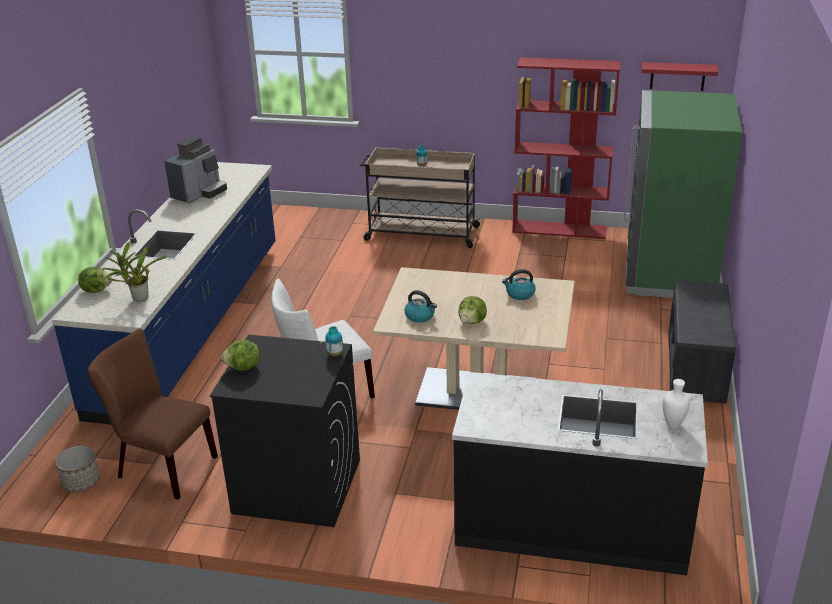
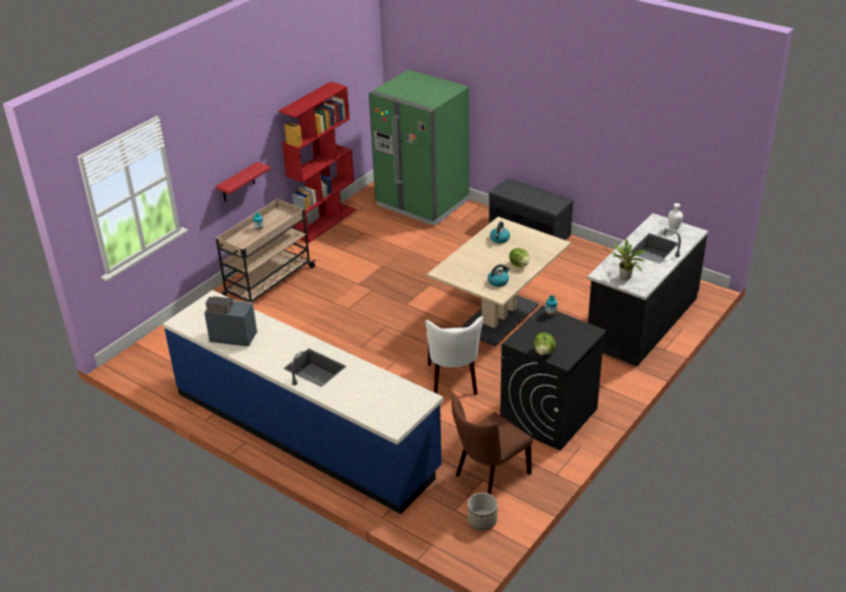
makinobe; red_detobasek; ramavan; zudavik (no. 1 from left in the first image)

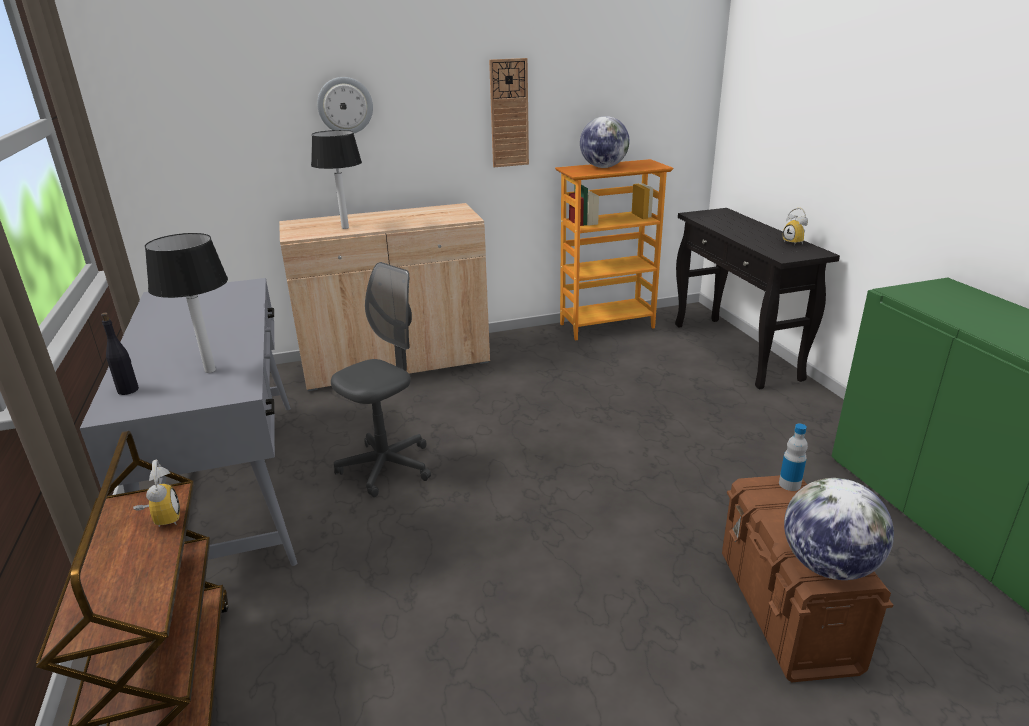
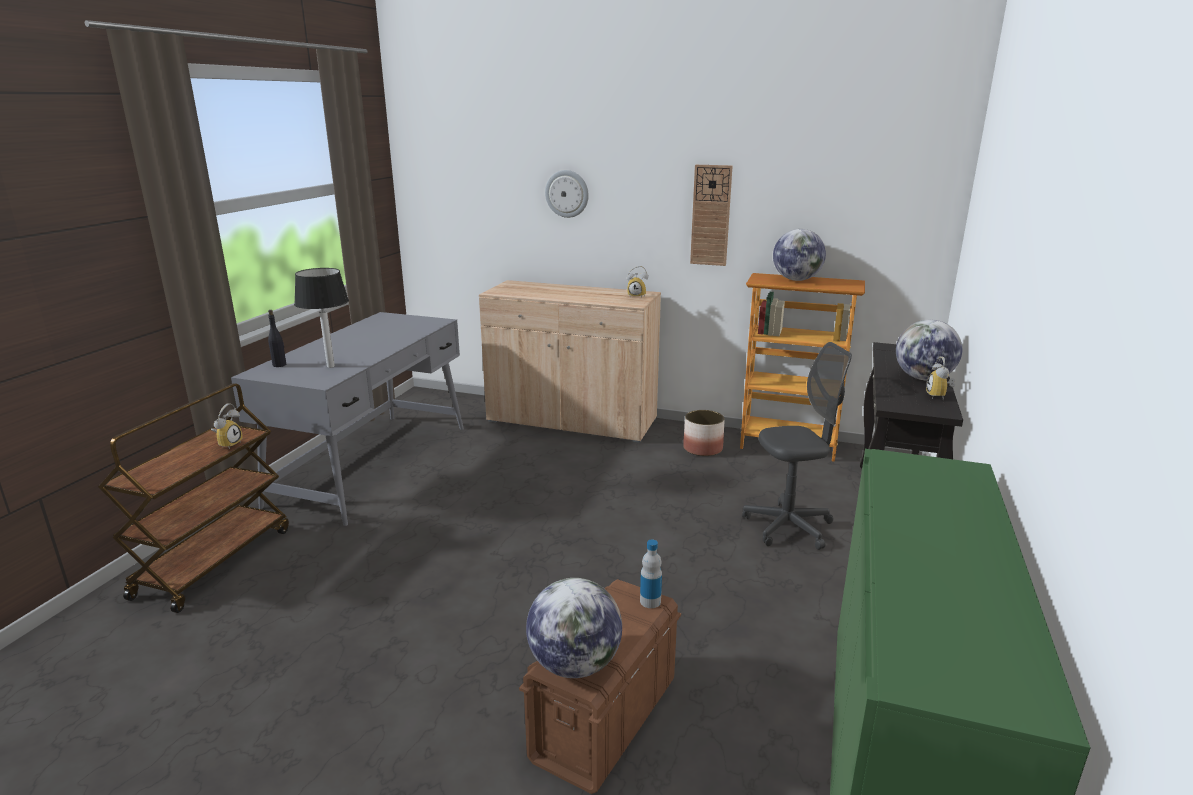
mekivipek (no. 2 from left); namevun; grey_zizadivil; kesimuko (no. 3 from left); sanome (no. 2 from left in the first image)

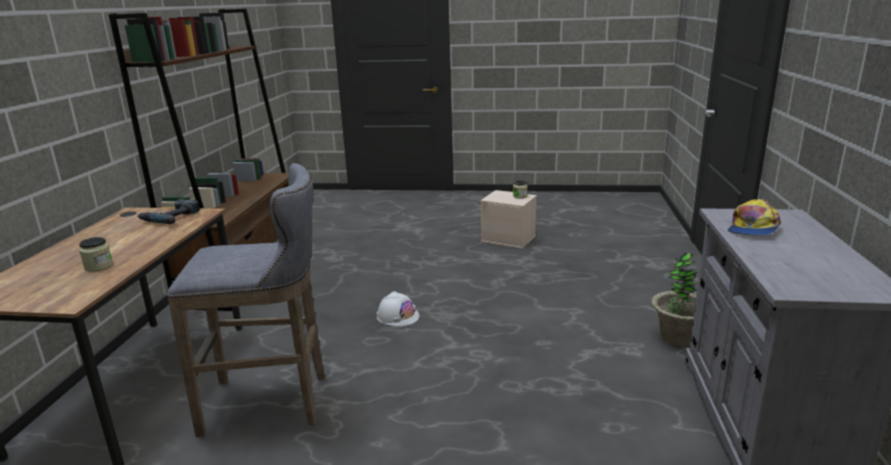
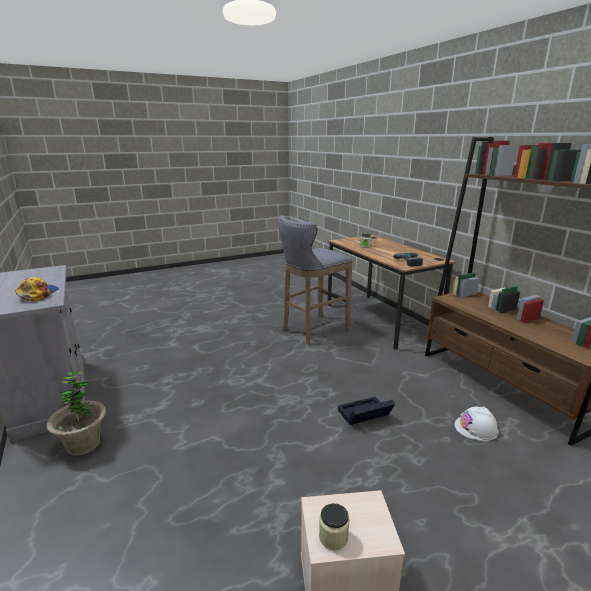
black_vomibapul; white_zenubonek

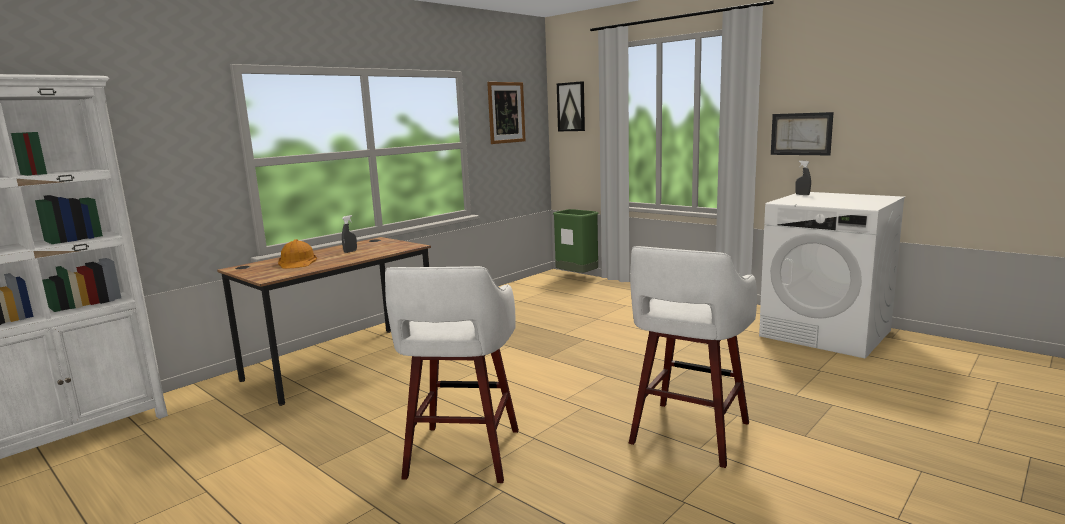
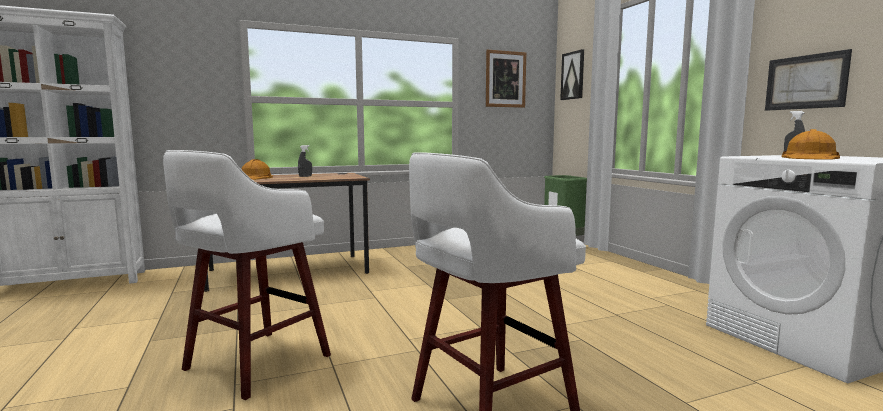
orange_zenubonek (no. 2 from left)

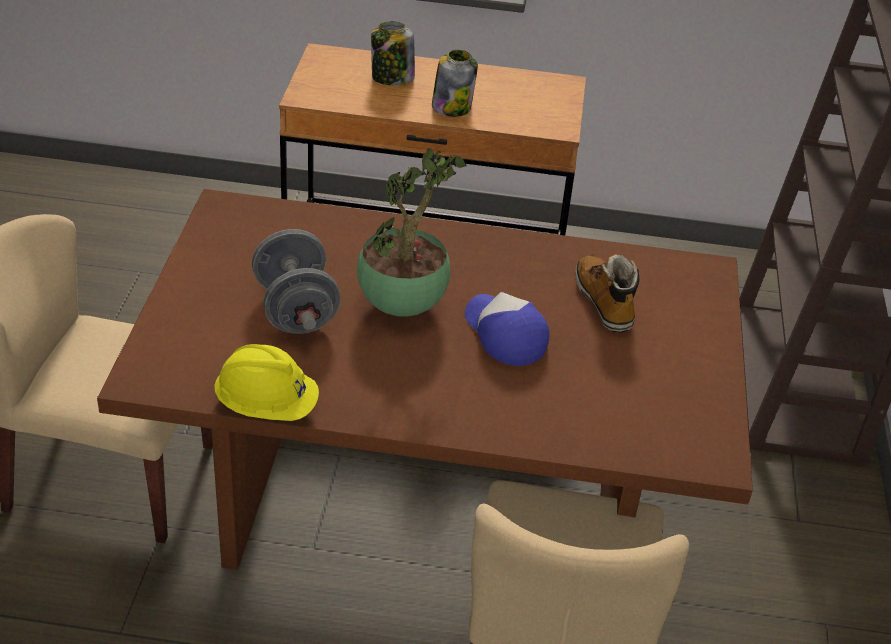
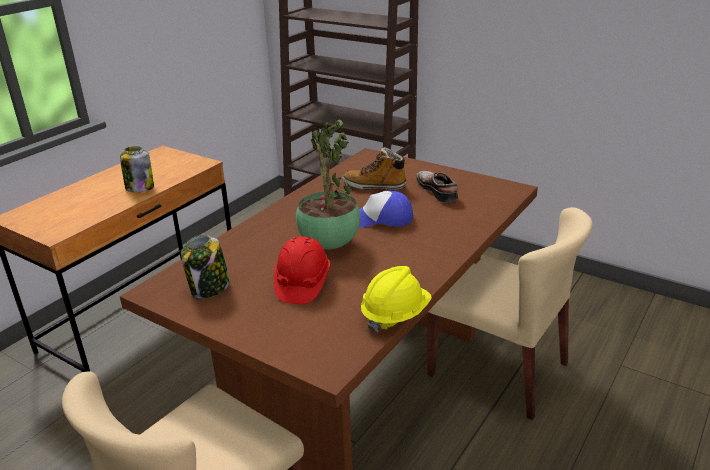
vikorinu (no. 2 from left); red_zenubonek; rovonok

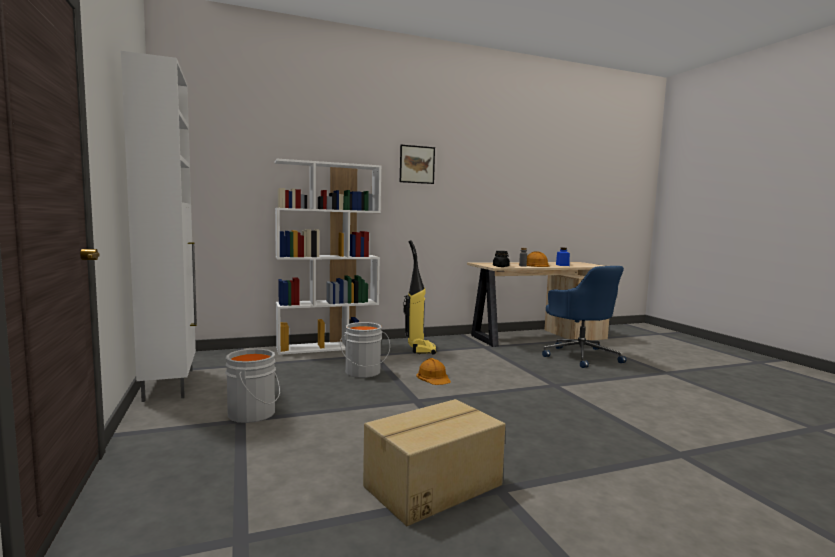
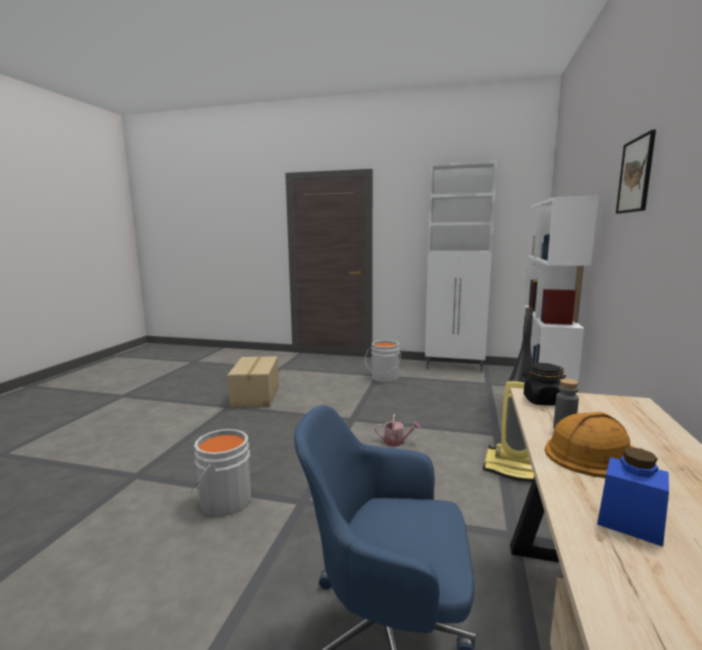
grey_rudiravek (no. 1 from left); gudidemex

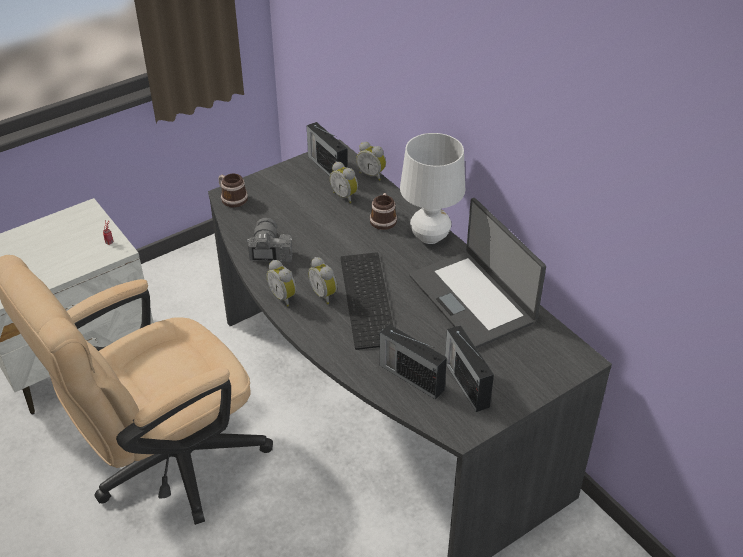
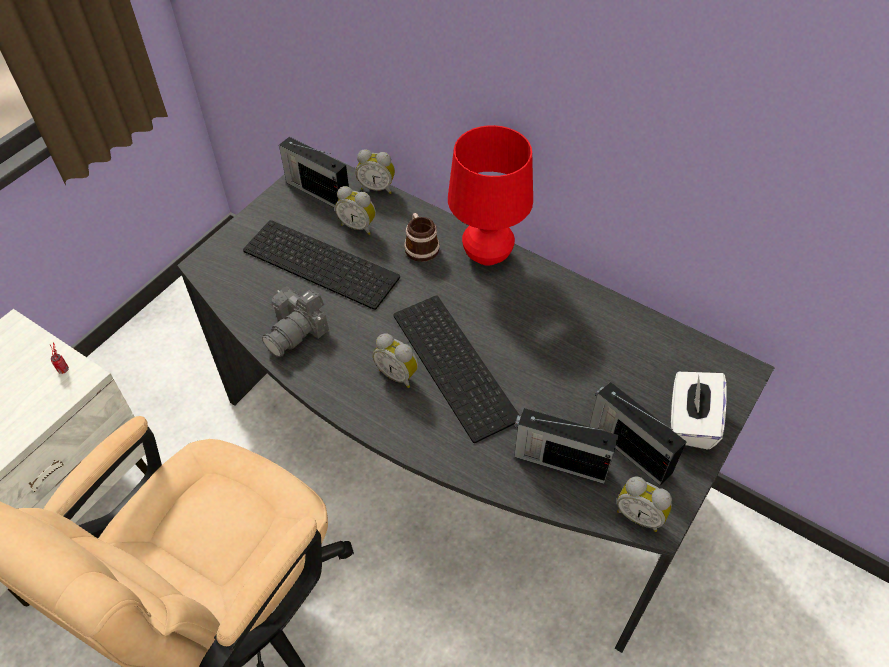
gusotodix (no. 1 from left); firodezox; red_sanome; mekivipek (no. 4 from left); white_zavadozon; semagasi (no. 1 from left in the first image); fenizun

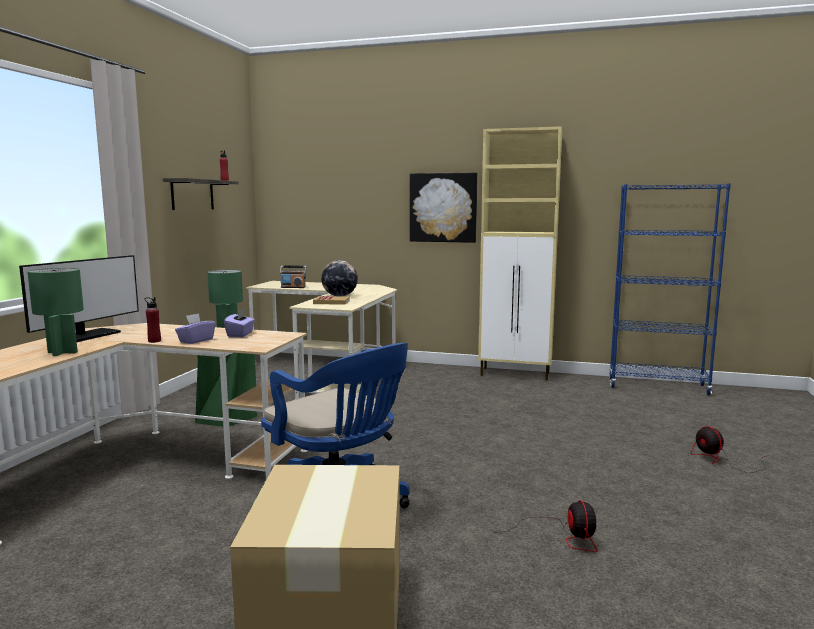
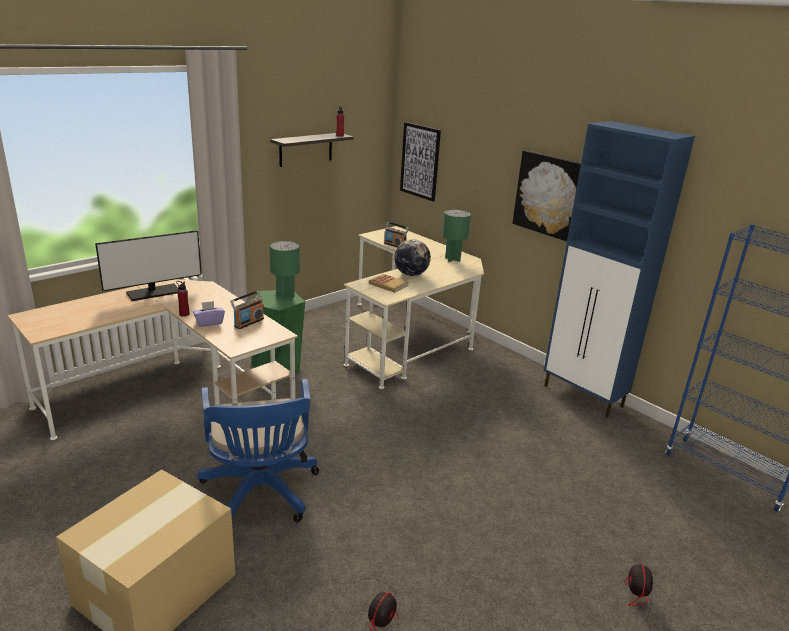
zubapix (no. 1 from left); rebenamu (no. 1 from left); green_sanome (no. 2 from left); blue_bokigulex

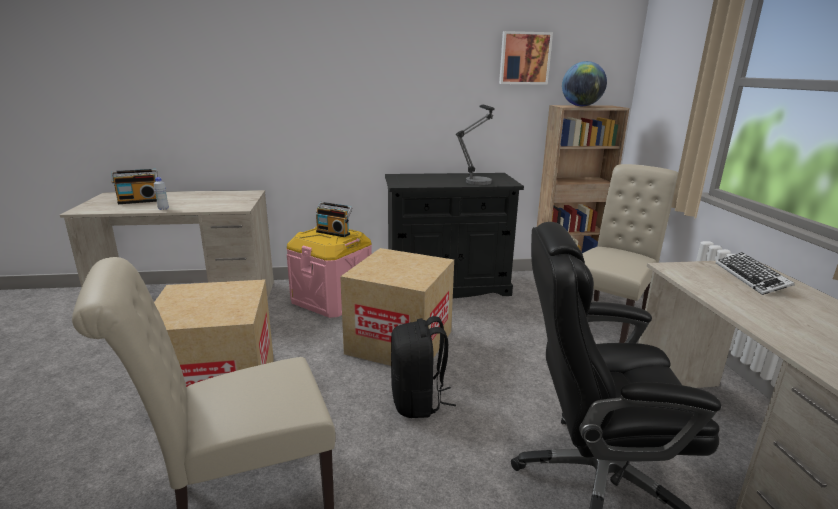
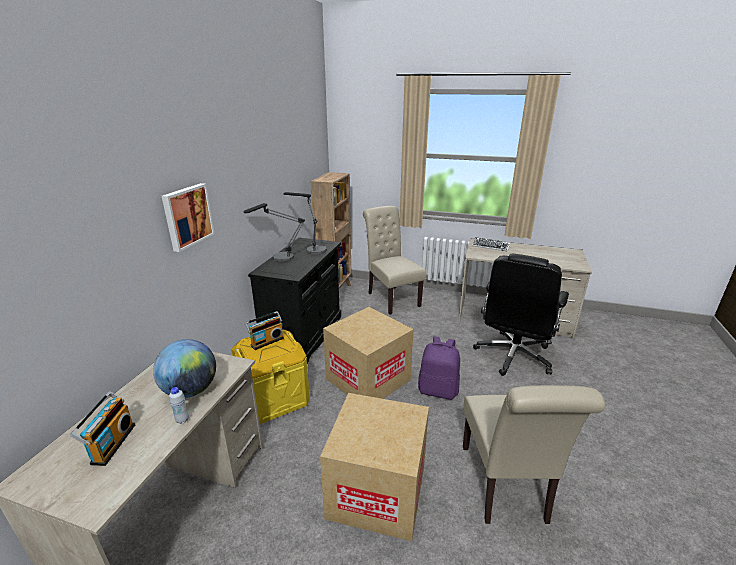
kesimuko; rebenamu; yellow_vomibapul; sanome (no. 1 from left); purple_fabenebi

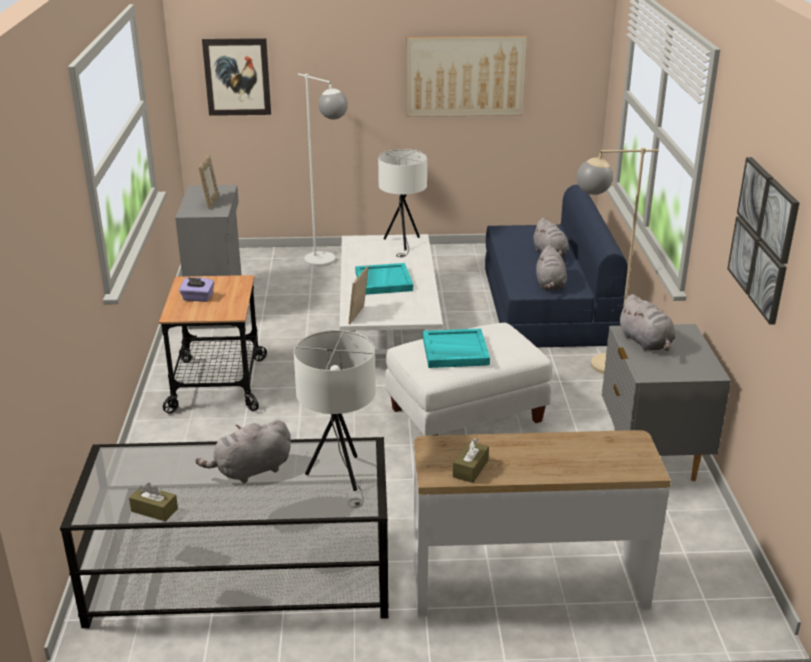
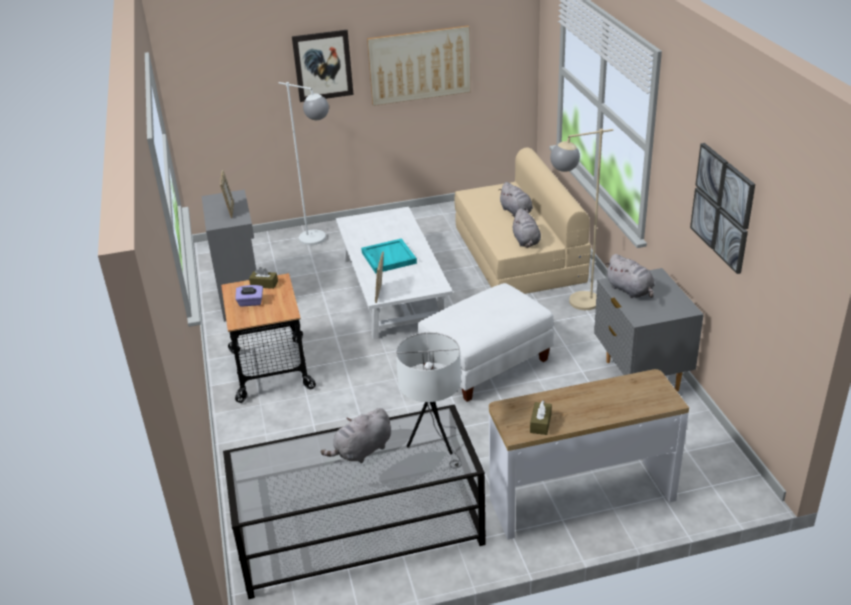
brown_zavadozon (no. 1 from left); rebenamu (no. 1 from left); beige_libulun; white_sanome (no. 2 from left in the first image); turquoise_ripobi (no. 2 from left in the first image)

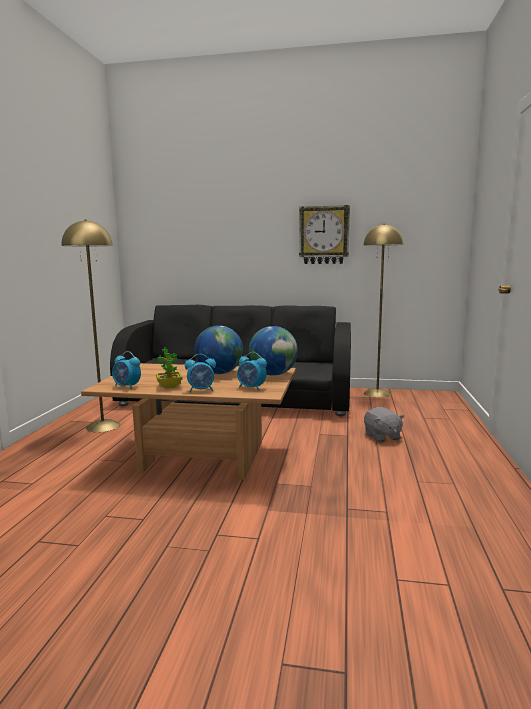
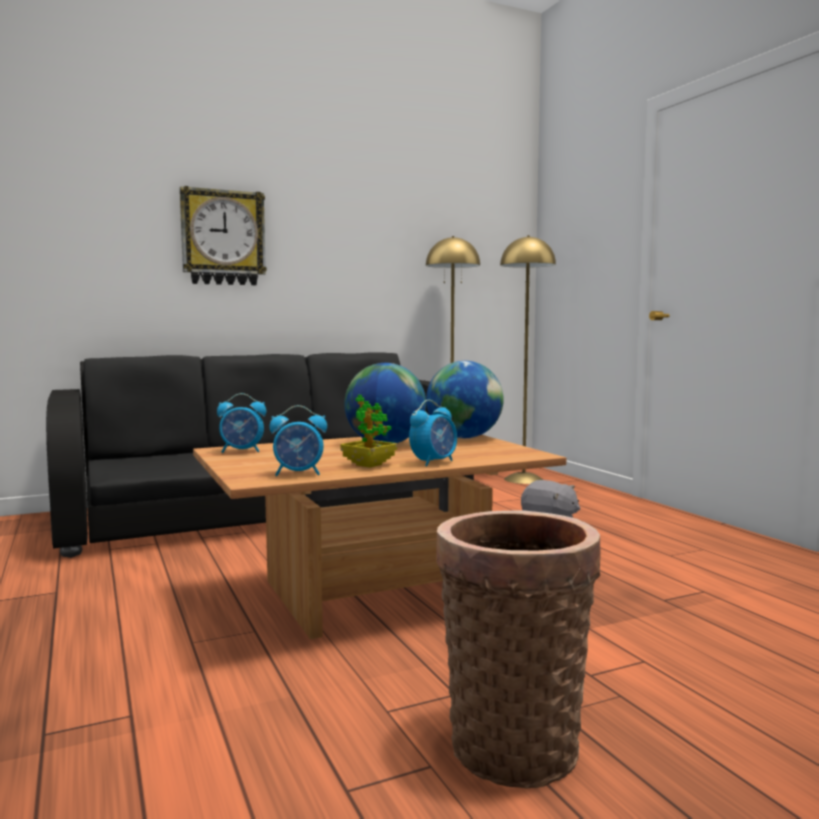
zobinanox; mekivipek (no. 1 from left); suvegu; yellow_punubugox (no. 2 from left)

